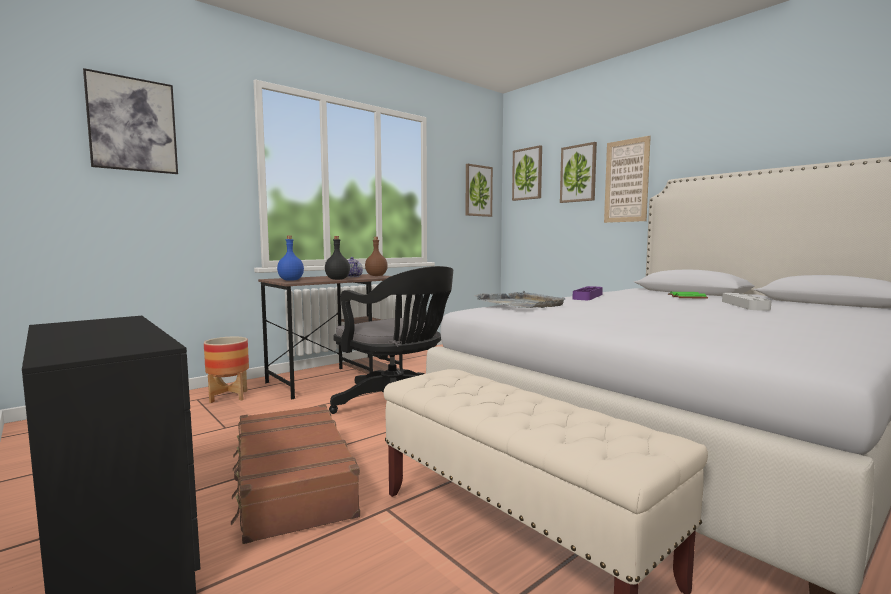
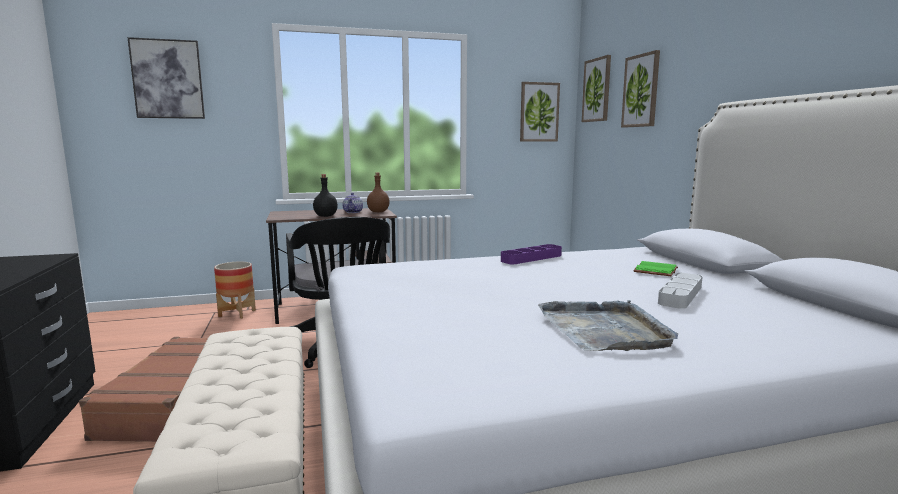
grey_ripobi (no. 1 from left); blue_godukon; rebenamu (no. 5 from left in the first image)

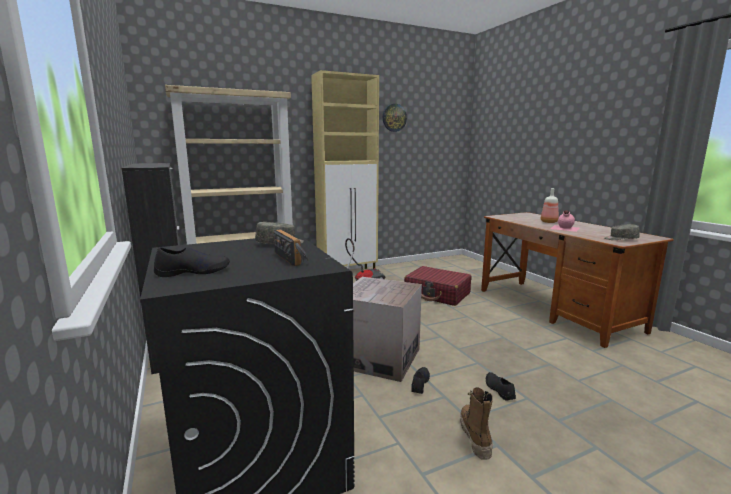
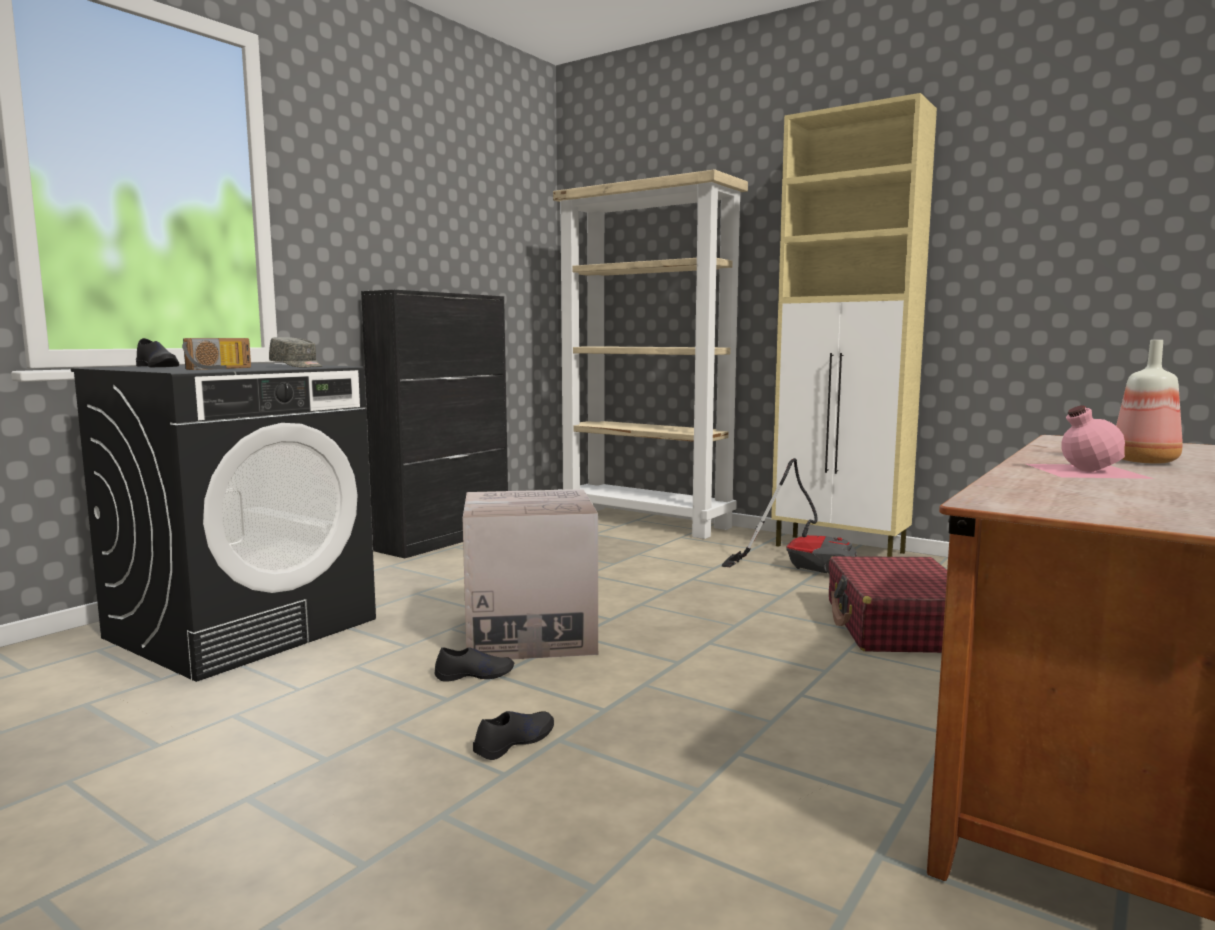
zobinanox; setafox; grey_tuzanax (no. 2 from left in the first image)

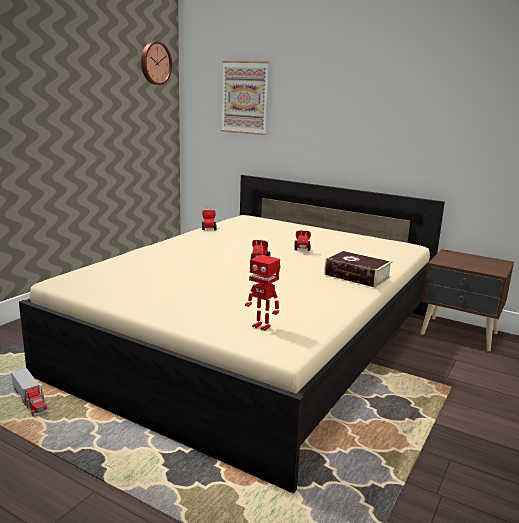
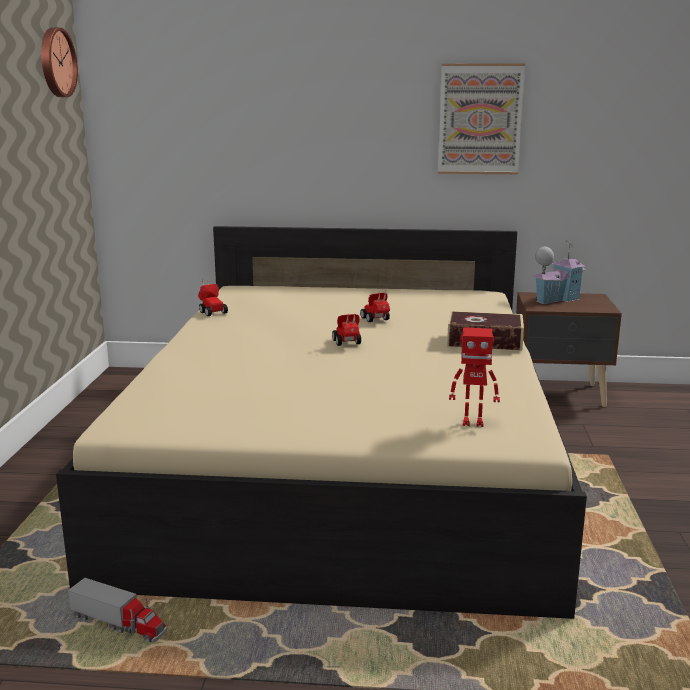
rebenamu; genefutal

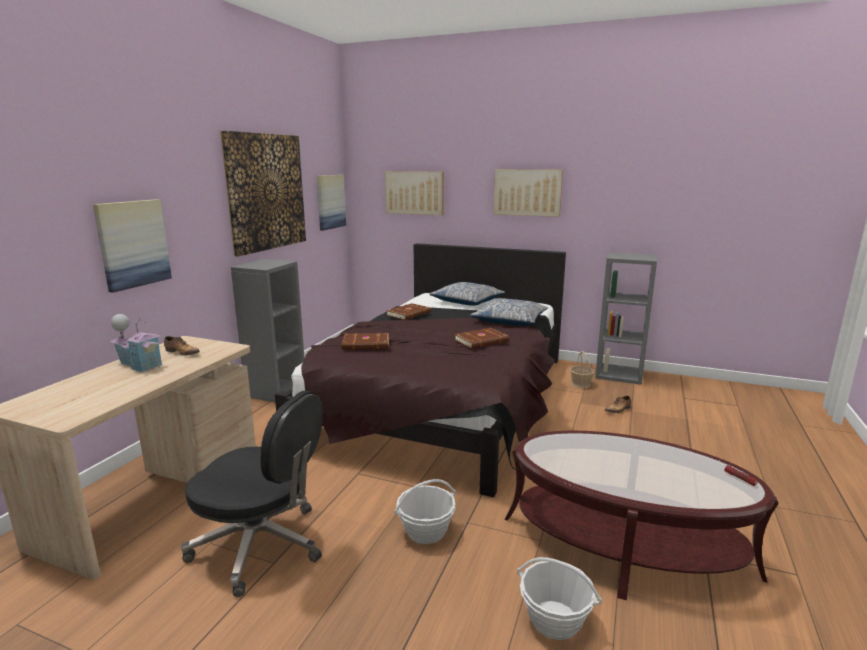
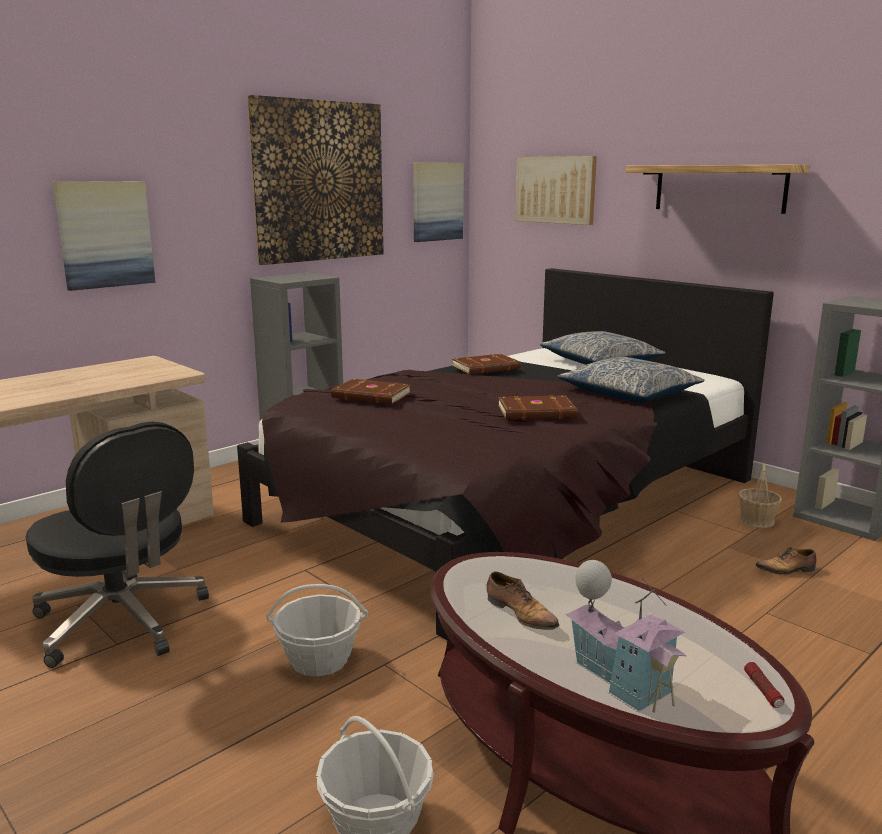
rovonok (no. 1 from left); genefutal; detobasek

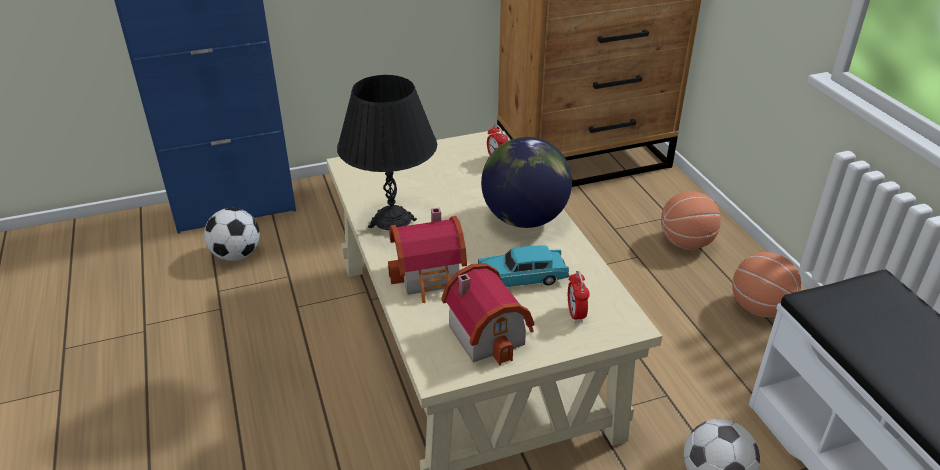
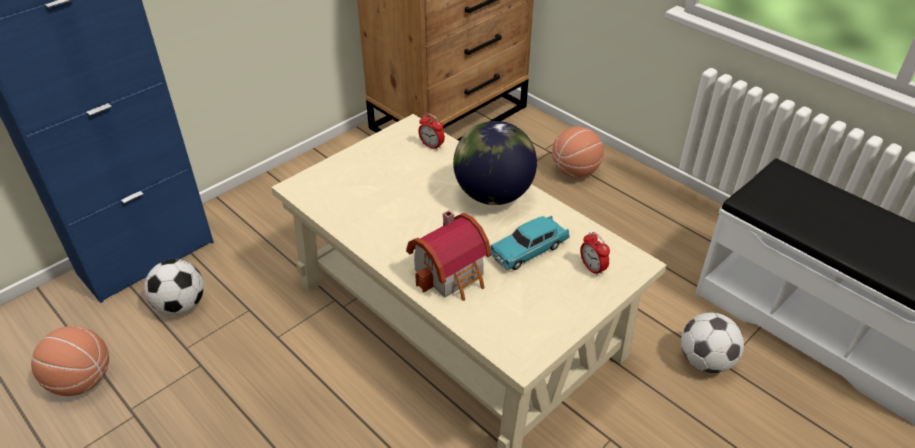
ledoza (no. 1 from left); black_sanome; genefutal (no. 2 from left in the first image)

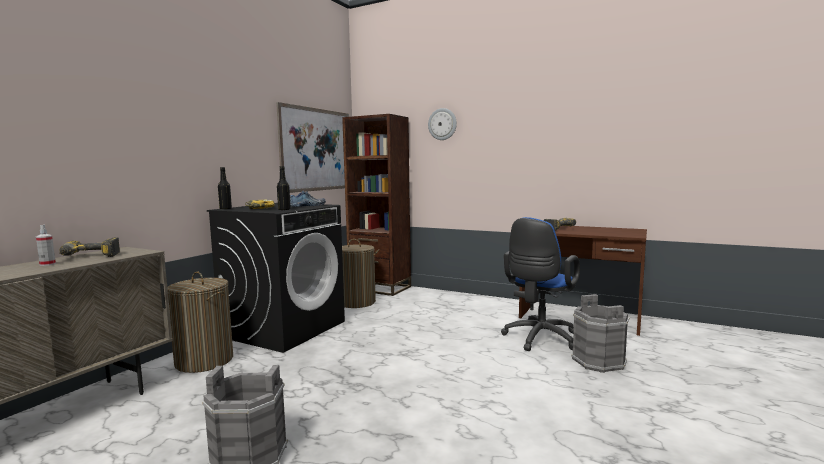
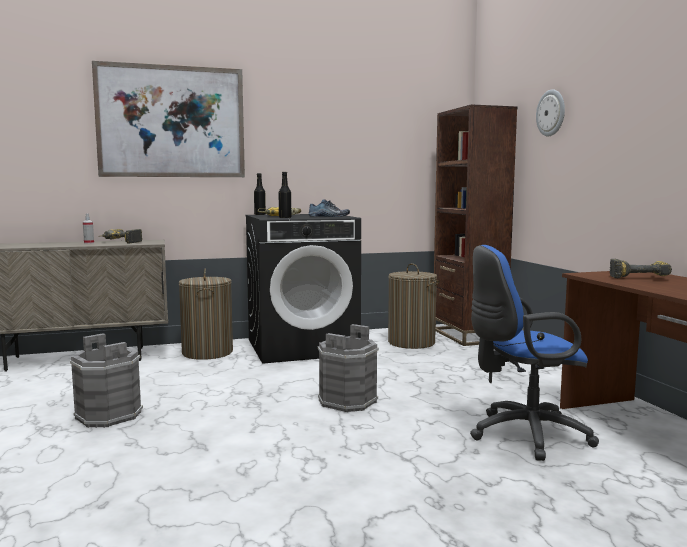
rebenamu; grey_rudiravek (no. 2 from left)

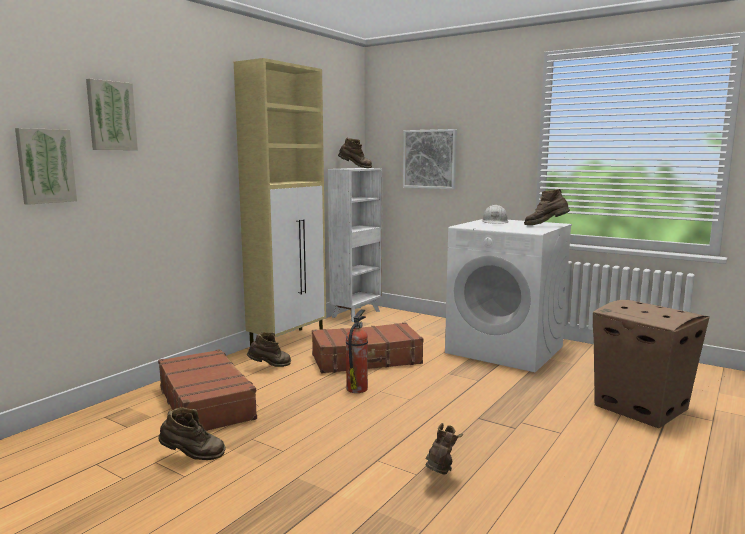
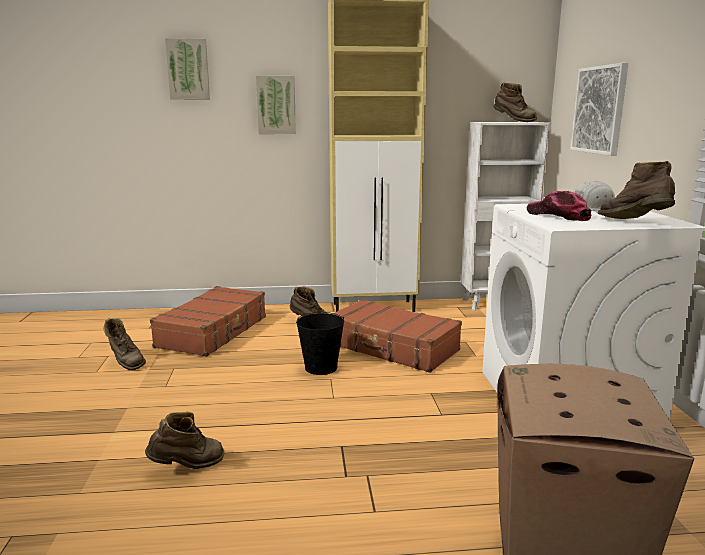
rebenamu (no. 2 from left); black_rudiravek; tuzanax

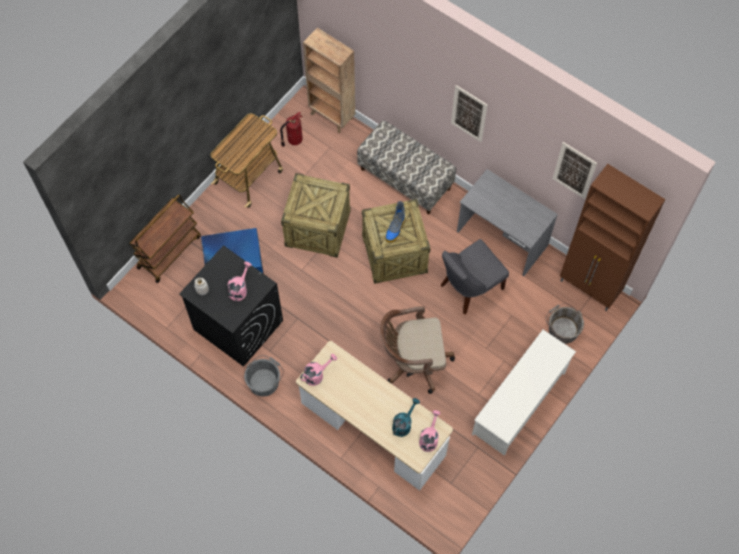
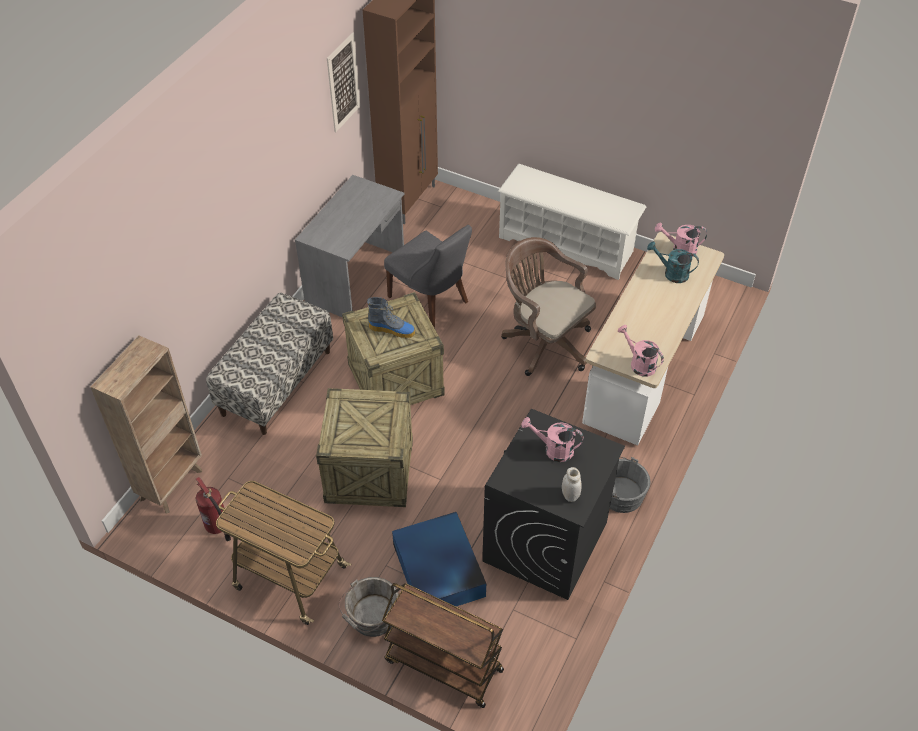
grey_rudiravek (no. 1 from left); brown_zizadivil; rebenamu (no. 1 from left in the first image)

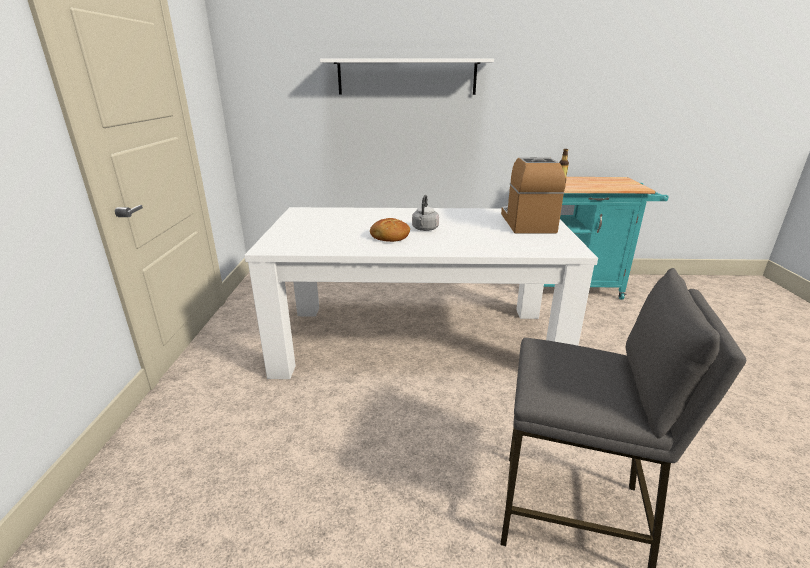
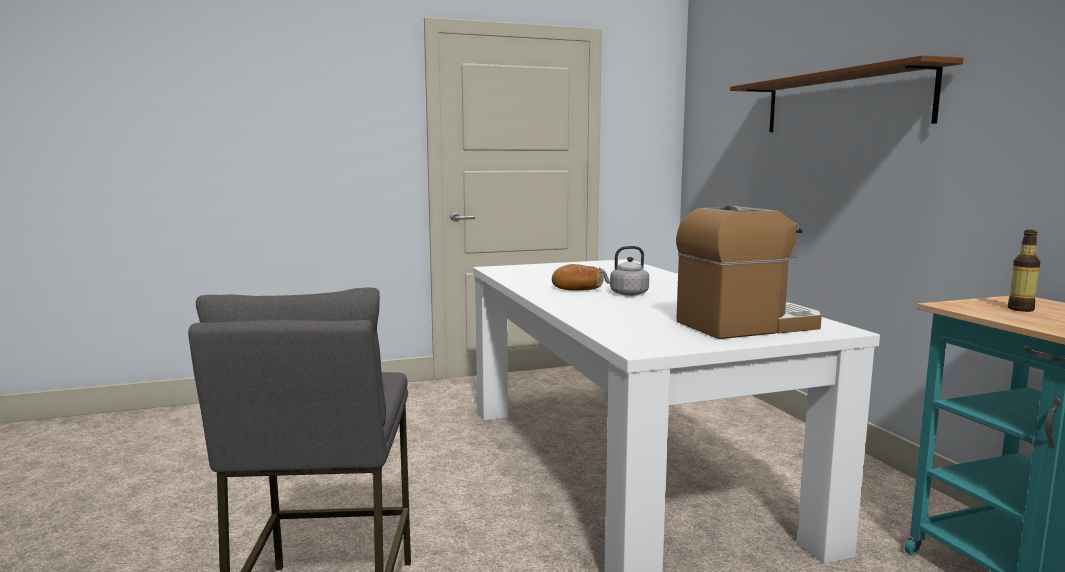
brown_detobasek

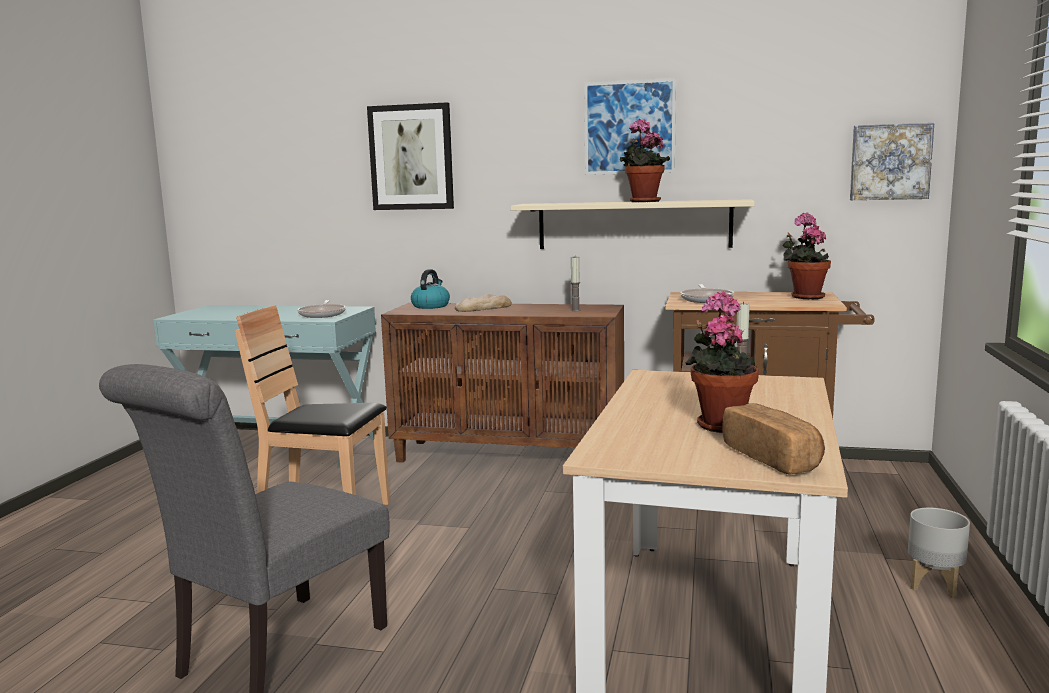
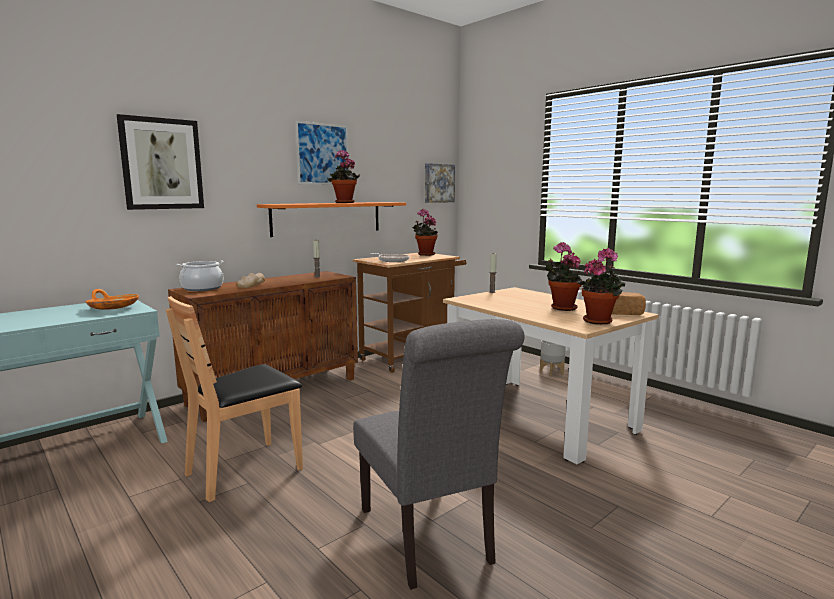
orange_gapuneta; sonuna; orange_detobasek; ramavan (no. 4 from left)

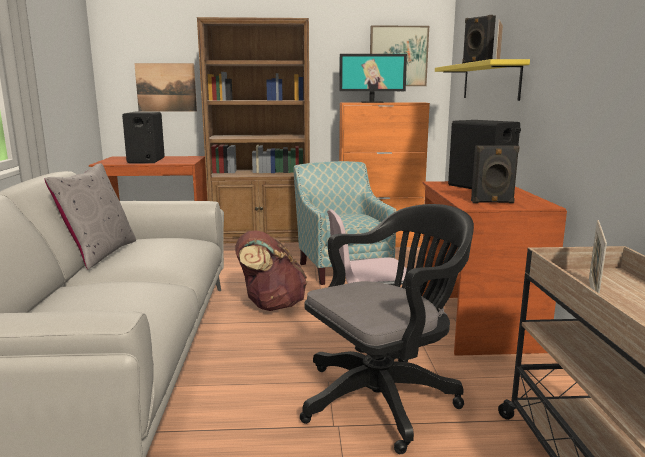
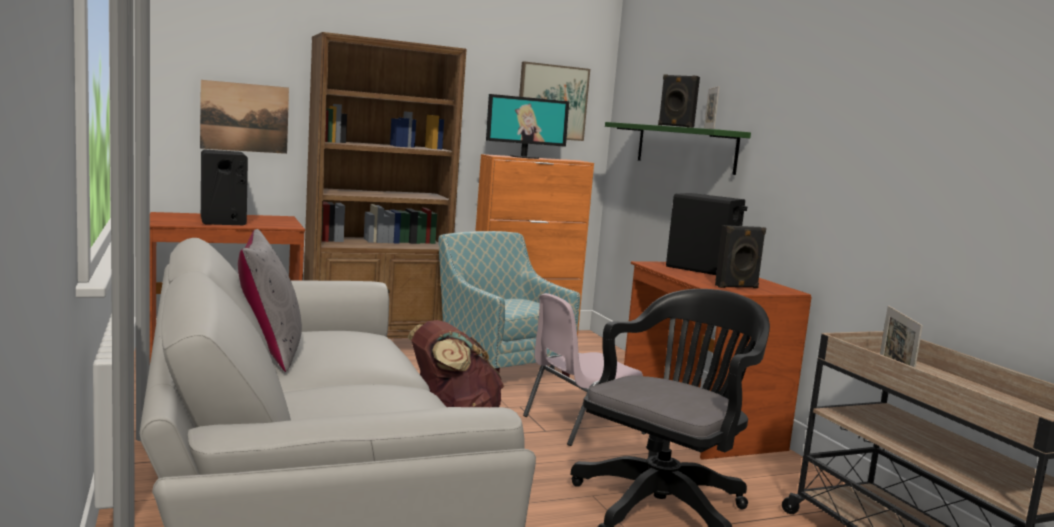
green_detobasek

